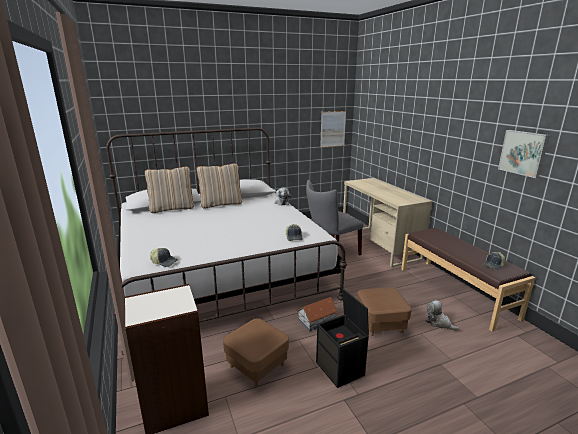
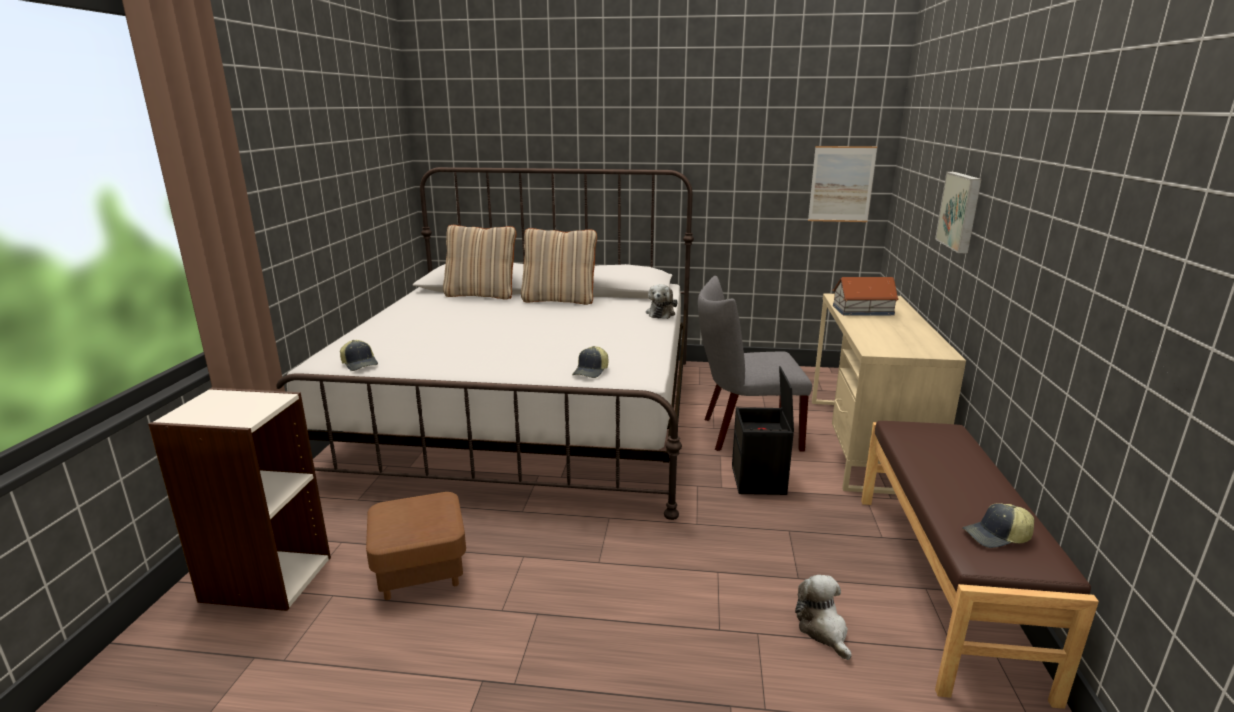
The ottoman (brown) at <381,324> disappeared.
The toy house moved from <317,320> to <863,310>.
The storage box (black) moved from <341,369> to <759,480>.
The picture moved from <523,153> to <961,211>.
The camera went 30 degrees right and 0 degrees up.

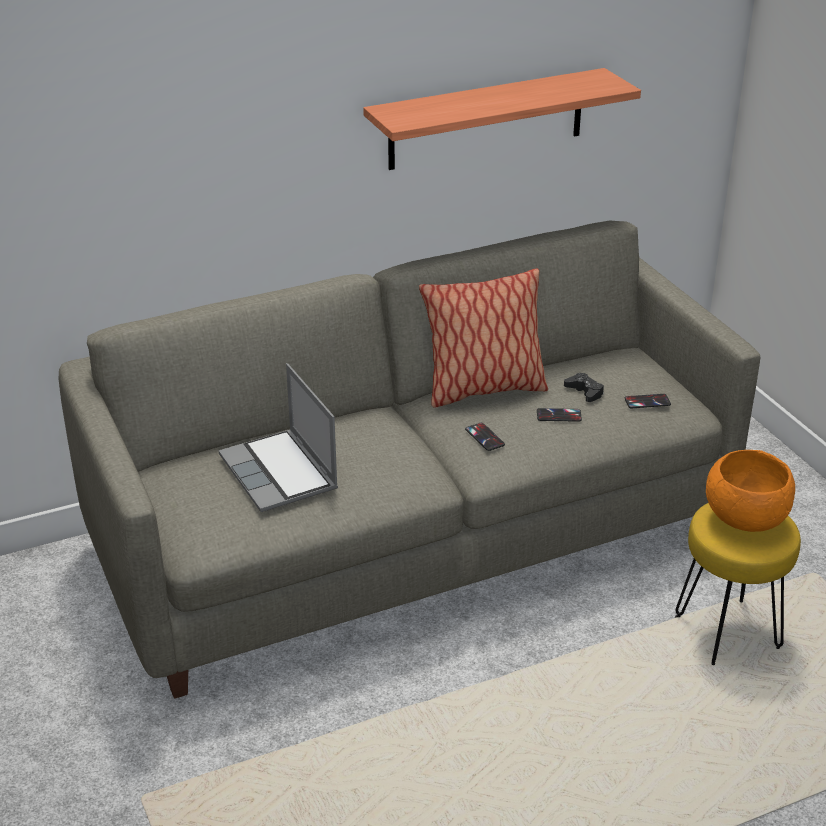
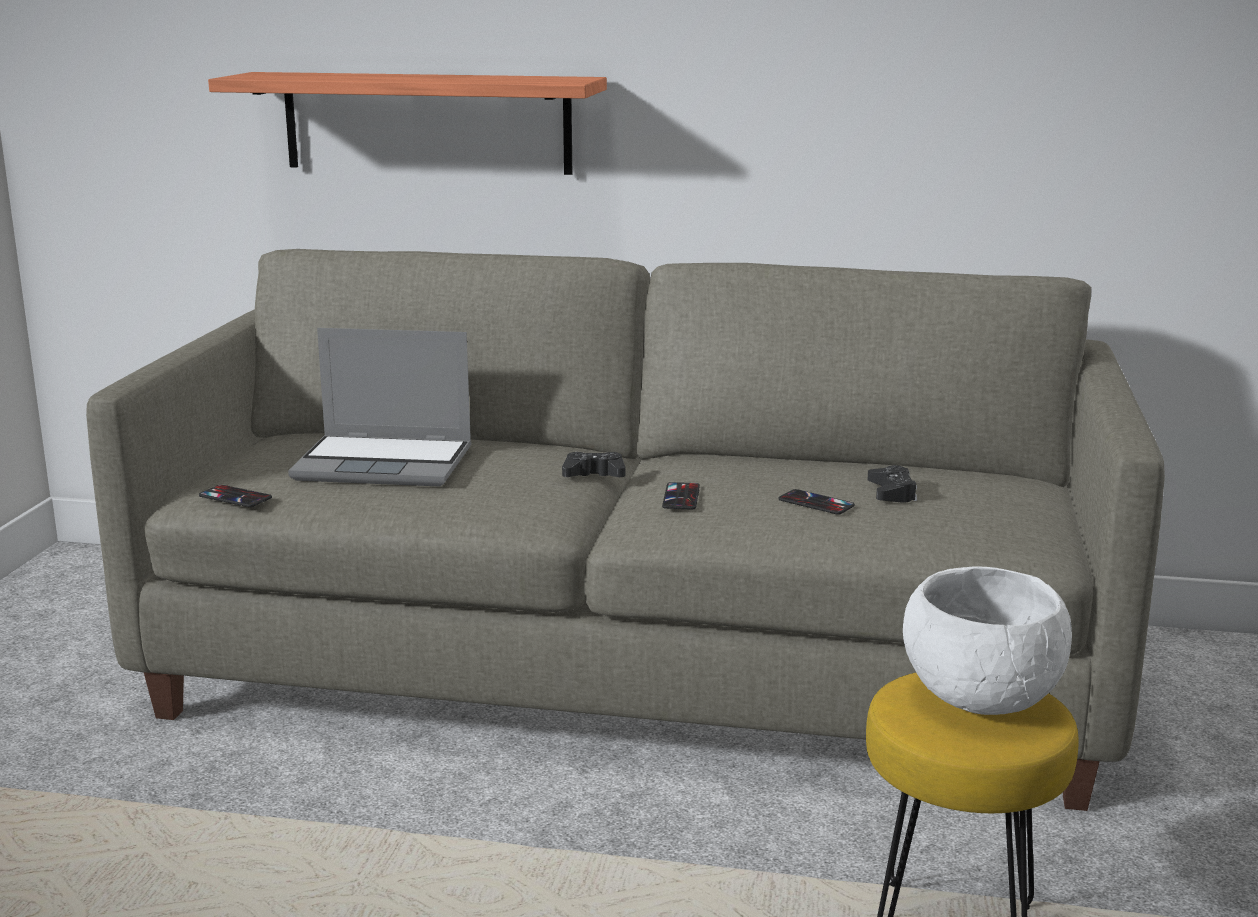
The pillow at <483,390> disappeared.
The game controller (black) at <594,474> appeared.
The shelf moved from <486,119> to <427,122>.
The phone moved from <647,401> to <235,497>.
The bowl (orange) at <744,520> became the bowl (white) at <979,700>.
The laptop at <280,473> turned 90 degrees counterclockwise.
The camera went 35 degrees right and 15 degrees down.

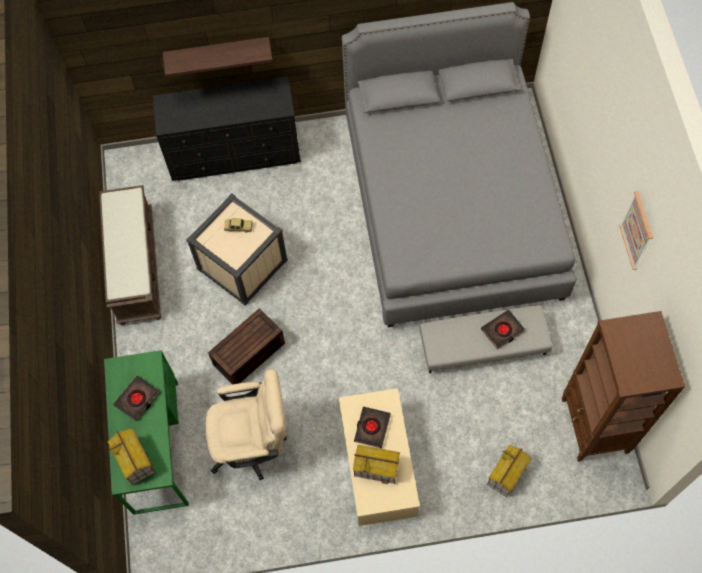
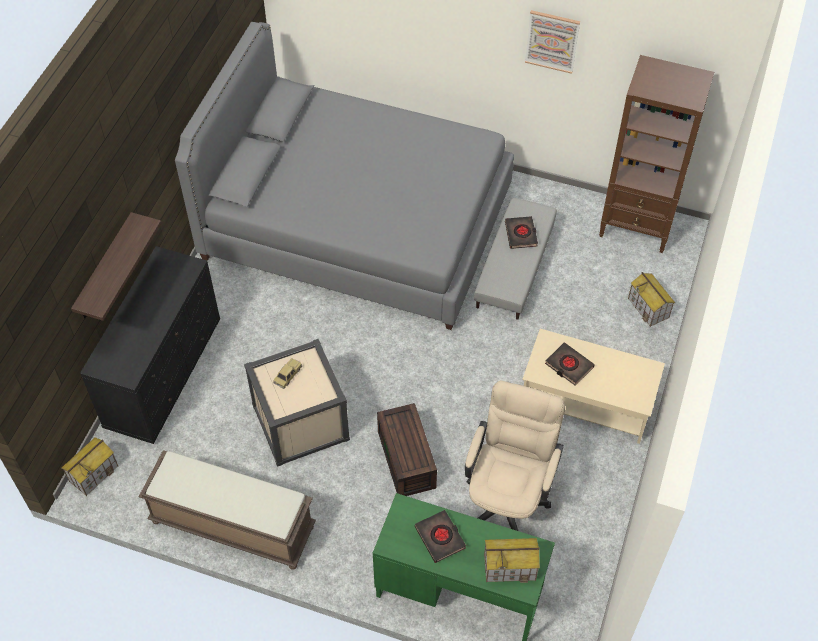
The toy house moved from <377,468> to <93,473>.
The camera went 65 degrees left and 10 degrees down.

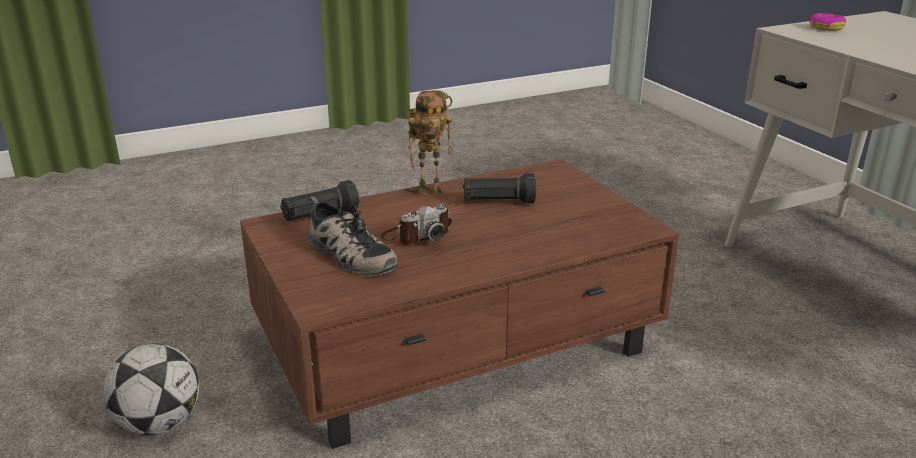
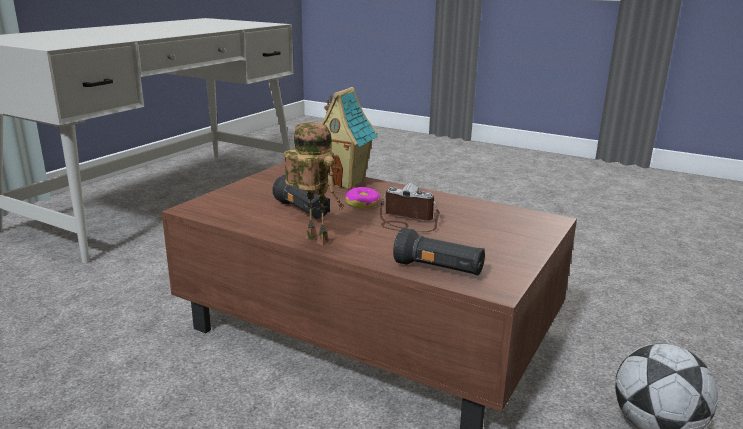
The shoe at <348,255> disappeared.
The toy house at <345,182> appeared.
The donut moved from <826,27> to <362,203>.
The camera went 125 degrees left and 5 degrees down.

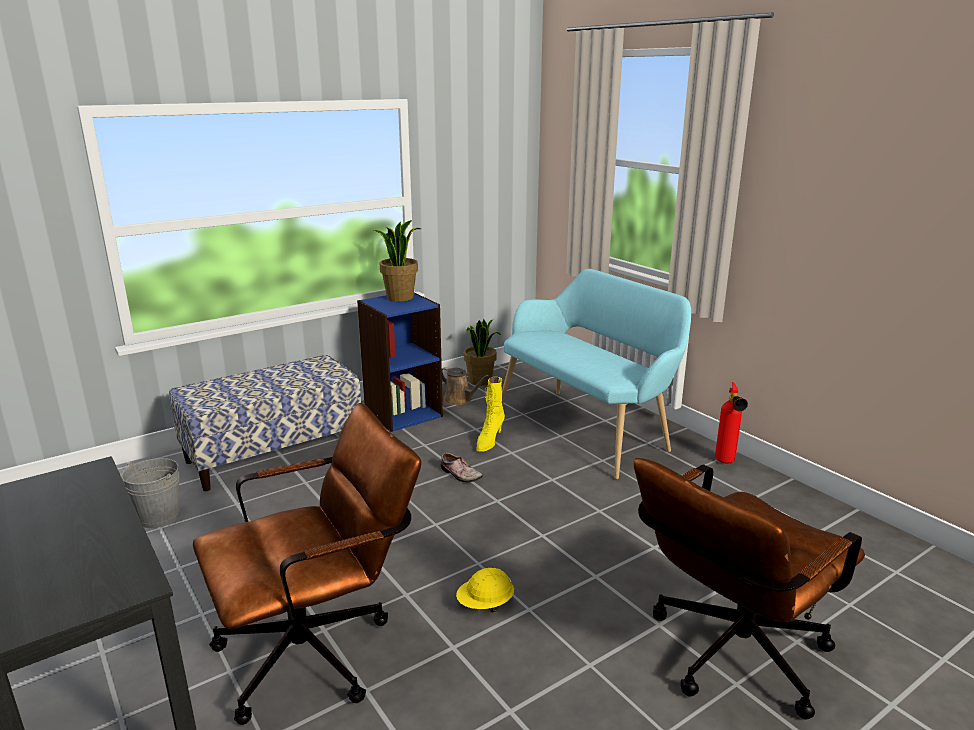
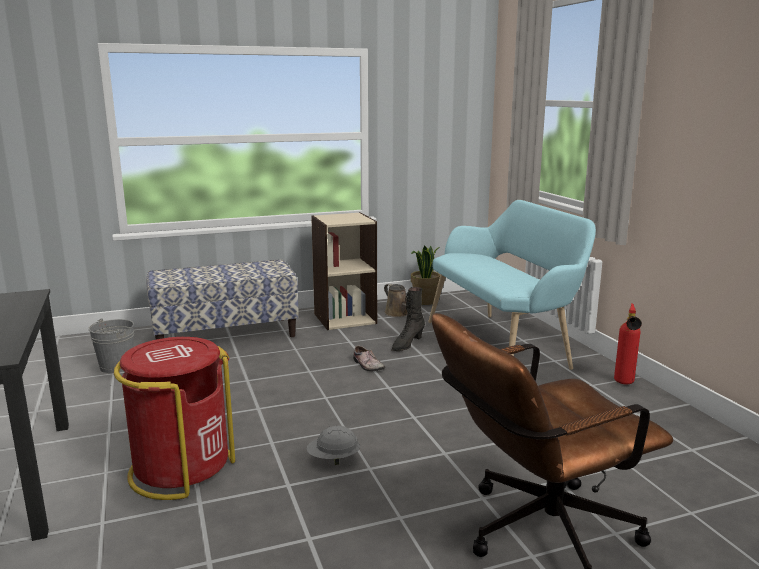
The potted plant at <400,297> disappeared.
The office chair (brown) at <319,649> was replaced by the trash can (red) at <181,469>.
The bookcase (blue) at <403,413> became the bookcase (beige) at <344,318>.
The hard hat (yellow) at <485,605> became the hard hat (grey) at <333,459>.
The boot (yellow) at <489,441> became the boot (black) at <407,344>.
The camera went 15 degrees right and 5 degrees down.

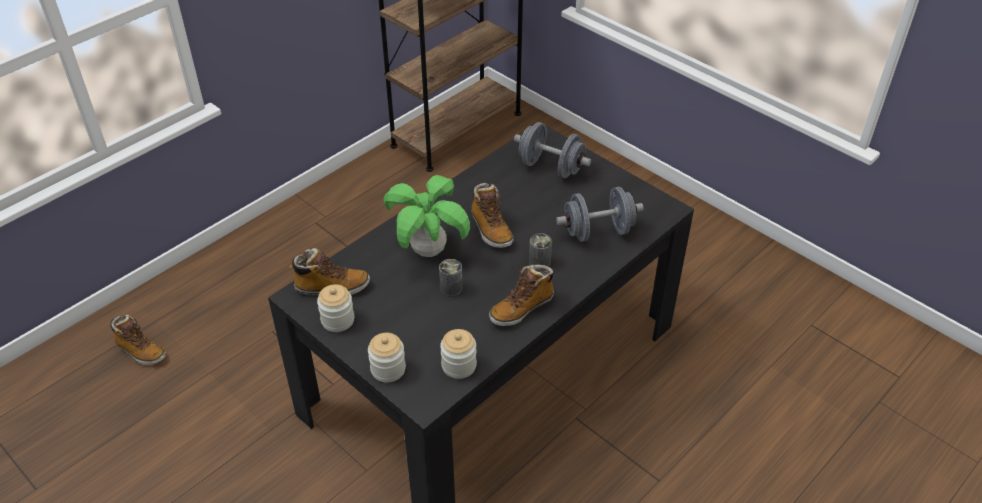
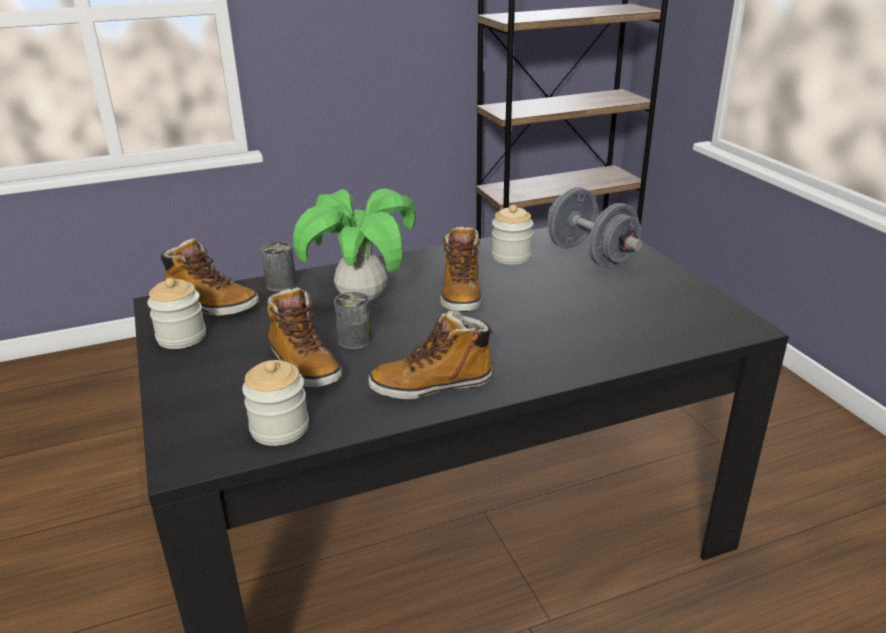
The dumbbell (grey) at <598,231> disappeared.
The boot moved from <140,351> to <303,366>.
The jar moved from <388,369> to <511,256>.
The can moved from <539,262> to <281,284>.
The camera went 25 degrees right and 15 degrees down.

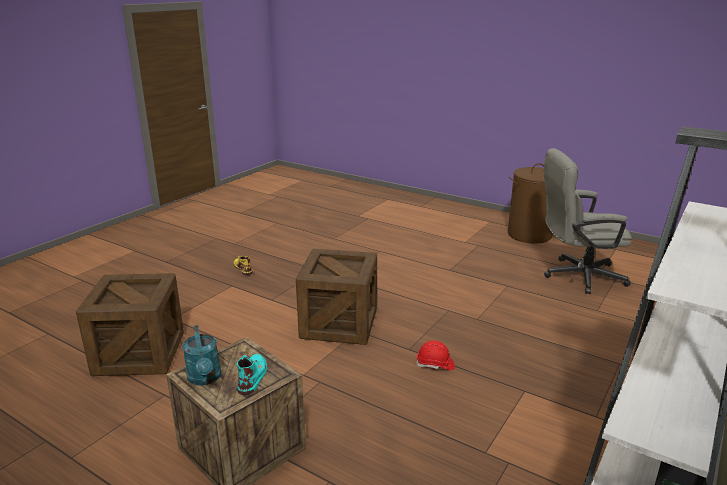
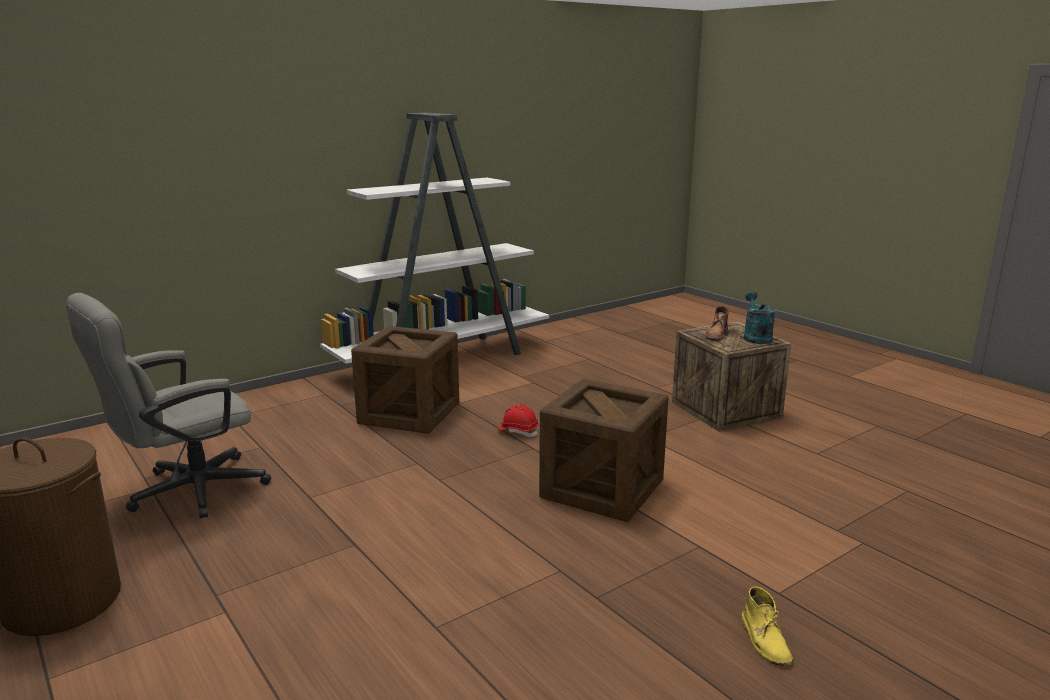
The crate moved from <139,354> to <409,413>.
The boot (turquoise) at <252,376> became the boot (brown) at <716,334>.
The office chair (grey) at <576,276> turned 120 degrees clockwise.
The camera went 160 degrees left and 5 degrees down.

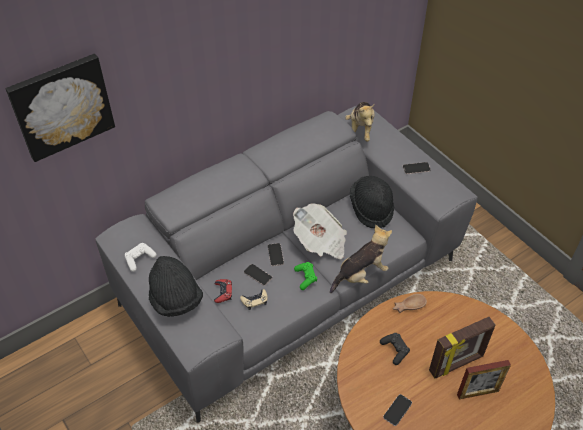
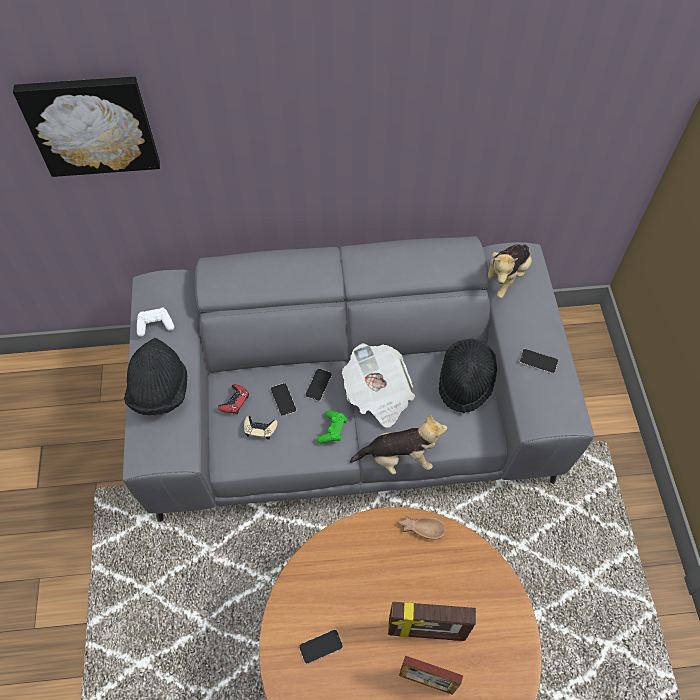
The game controller (black) at <395,350> disappeared.
The camera went 30 degrees right and 10 degrees up.

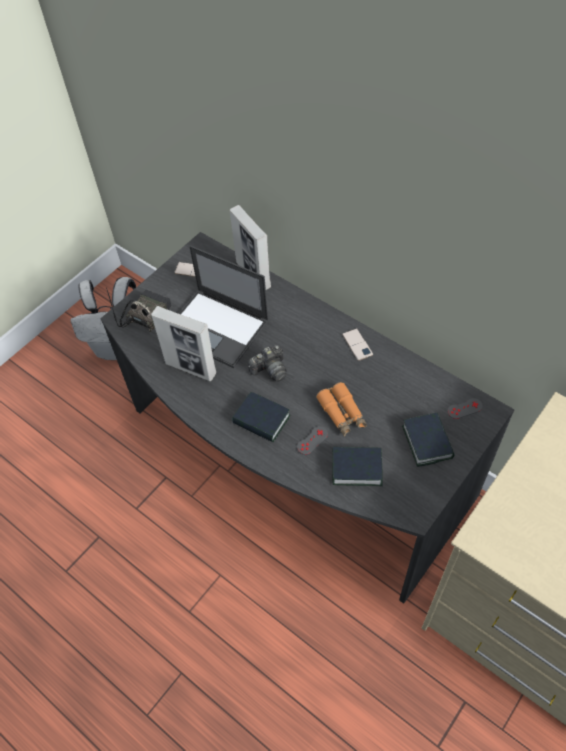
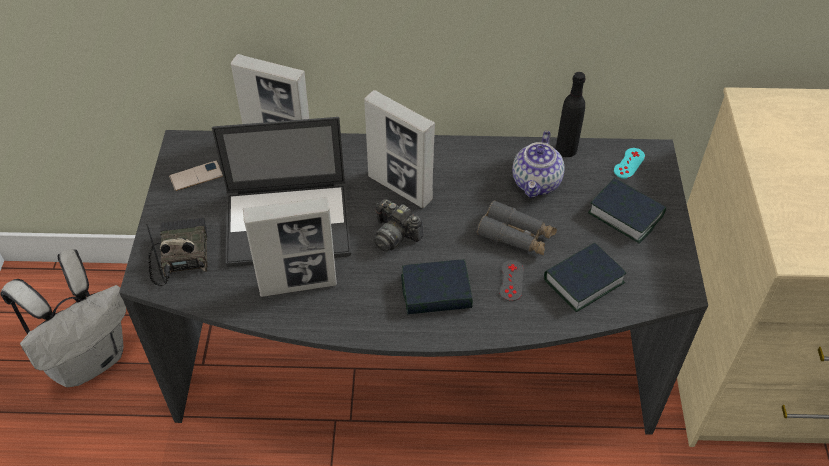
The phone at <357,344> disappeared.
The picture frame at <400,188> appeared.
The teapot at <537,183> appeared.
The bottle (black) at <566,149> appeared.
The binoculars (orange) at <342,414> became the binoculars (grey) at <516,236>.
The game controller (grey) at <464,408> became the game controller (turquoise) at <629,163>.
The photo camera at <270,370> turned 105 degrees clockwise.
The camera went 40 degrees left and 5 degrees down.

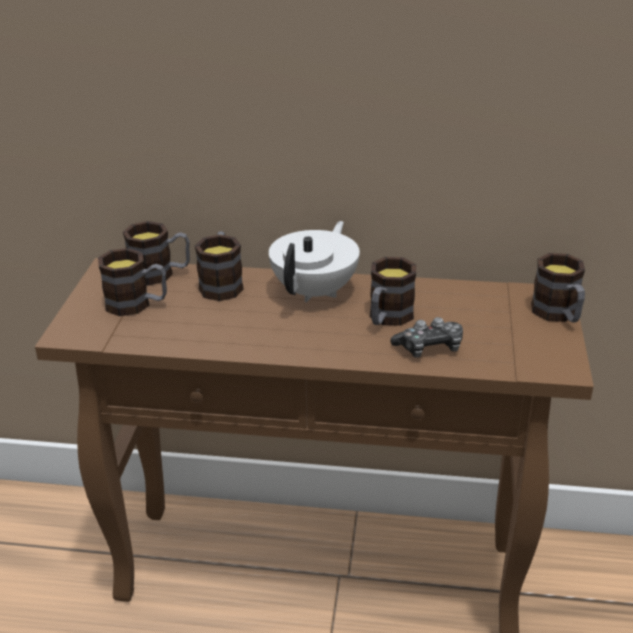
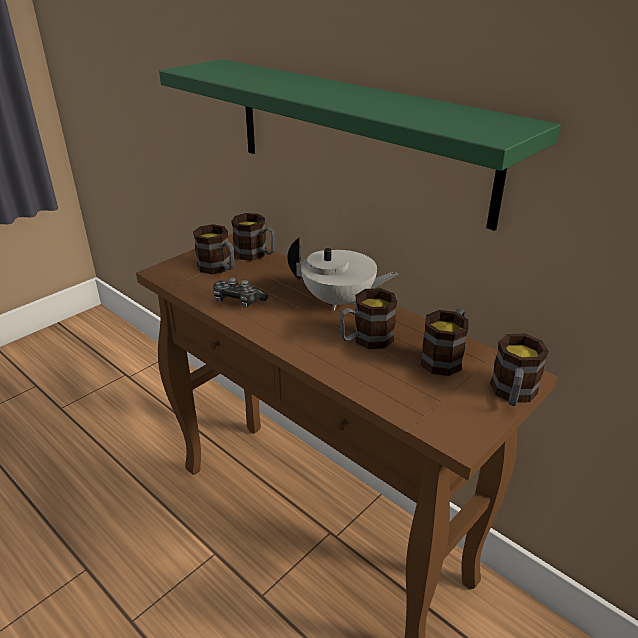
The shelf (green) at <356,137> appeared.
The mug moved from <221,284> to <445,357>.
The game controller moved from <429,348> to <238,301>.
The teapot (white) at <316,291> turned 45 degrees clockwise.
The camera went 35 degrees right and 0 degrees up.

